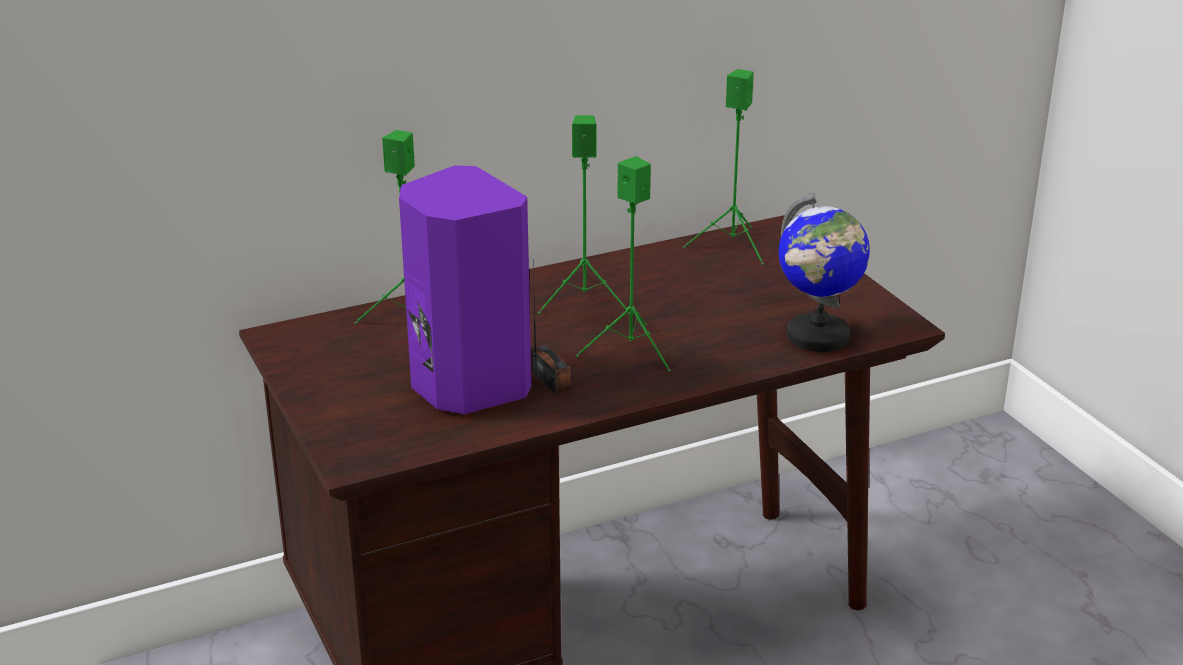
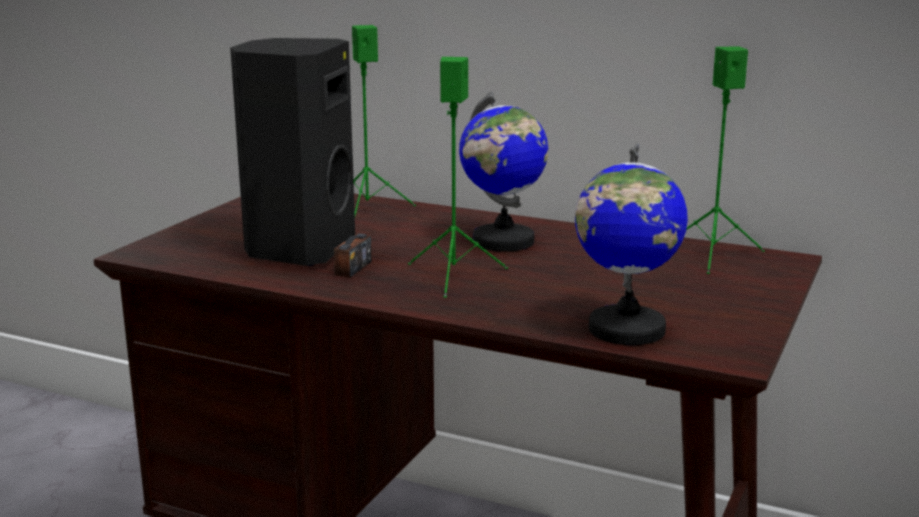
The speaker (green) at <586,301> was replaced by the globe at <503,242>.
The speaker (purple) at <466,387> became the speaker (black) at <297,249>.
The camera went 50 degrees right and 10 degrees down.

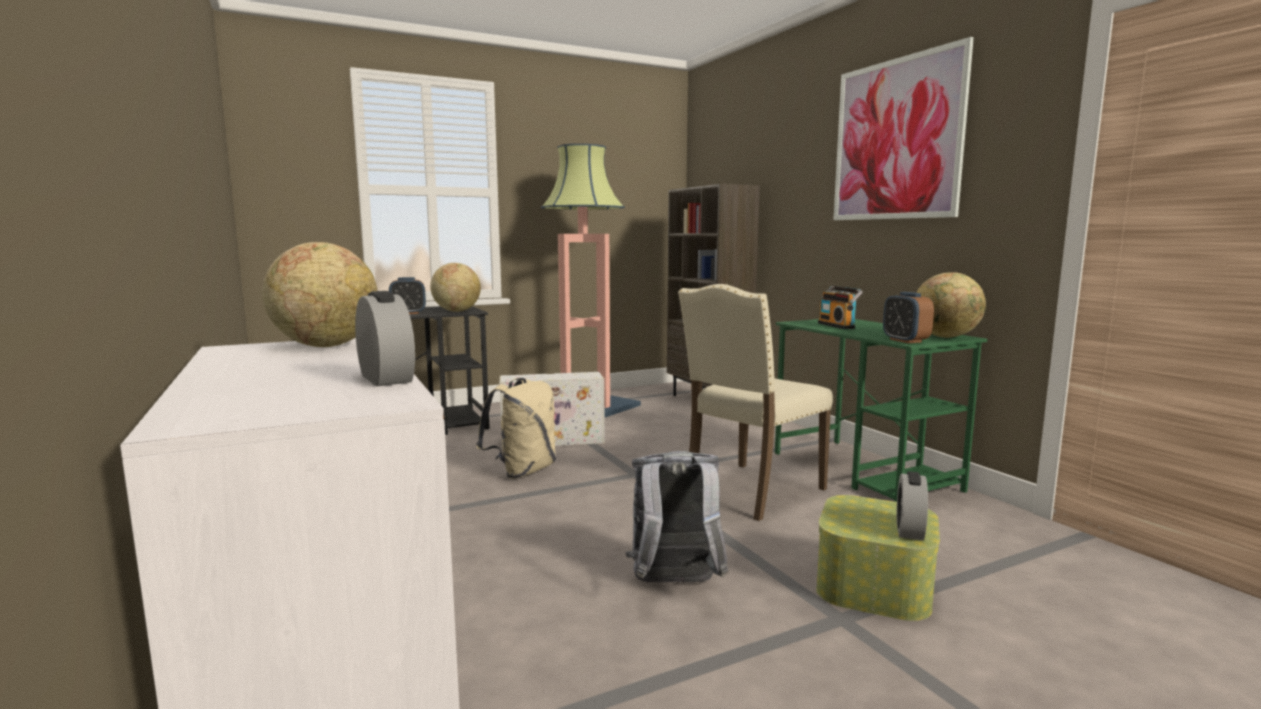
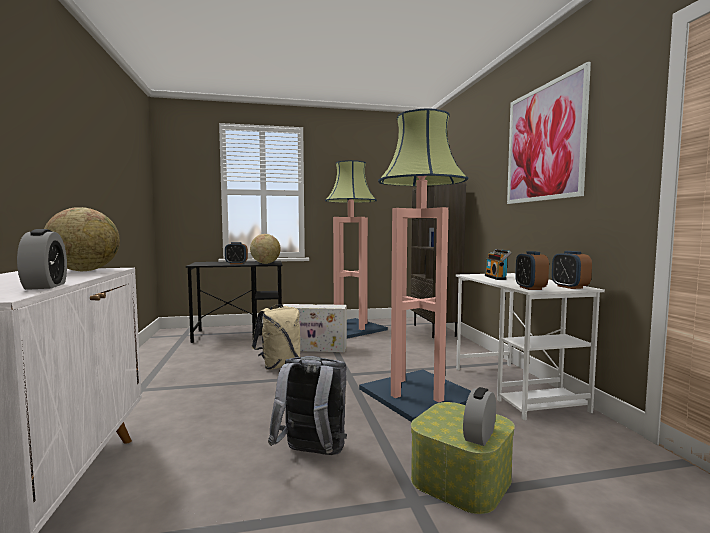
The chair (beige) at <750,492> was replaced by the floor lamp at <418,394>.
The globe at <946,337> was replaced by the alarm clock at <569,287>.
The desk (green) at <864,471> became the desk (white) at <516,388>.
The camera went 15 degrees right and 5 degrees down.

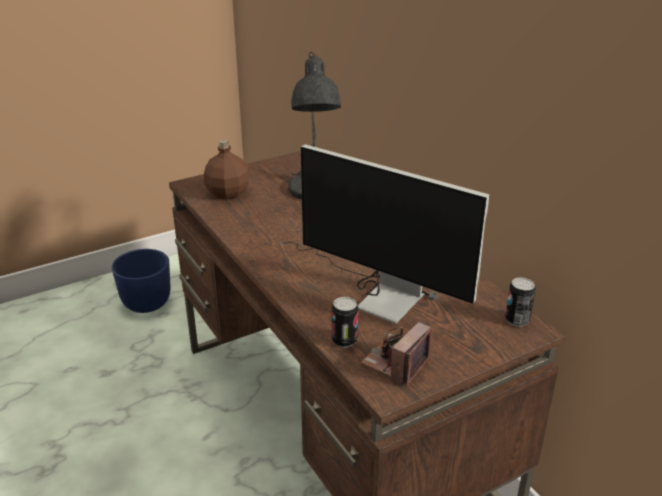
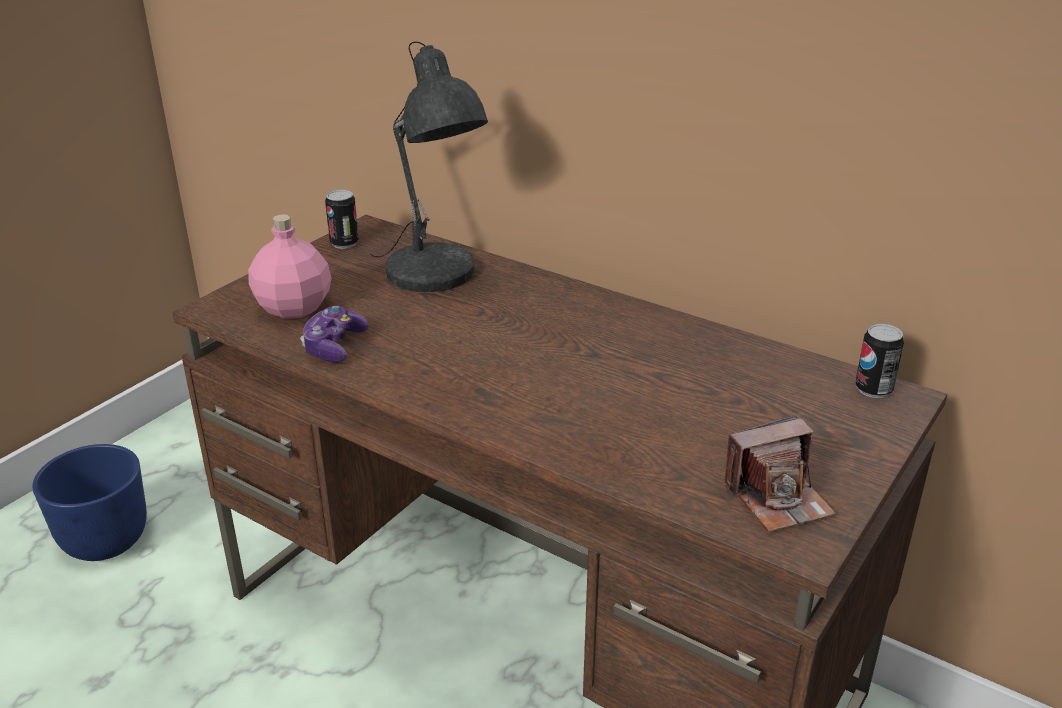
The monitor at <375,293> disappeared.
The game controller at <334,346> appeared.
The can moved from <344,341> to <344,243>.
The bottle (brown) at <227,193> became the bottle (pink) at <293,307>.
The photo camera at <396,363> turned 120 degrees counterclockwise.
The camera went 25 degrees left and 0 degrees up.

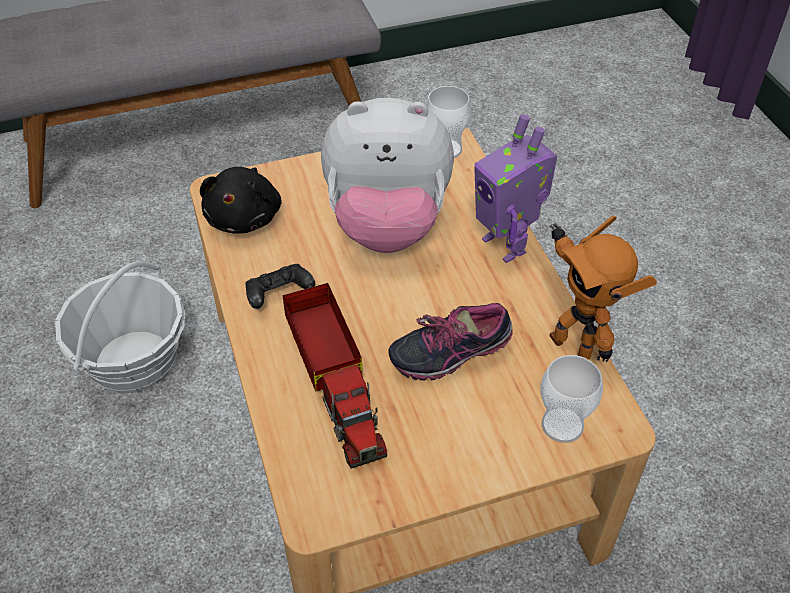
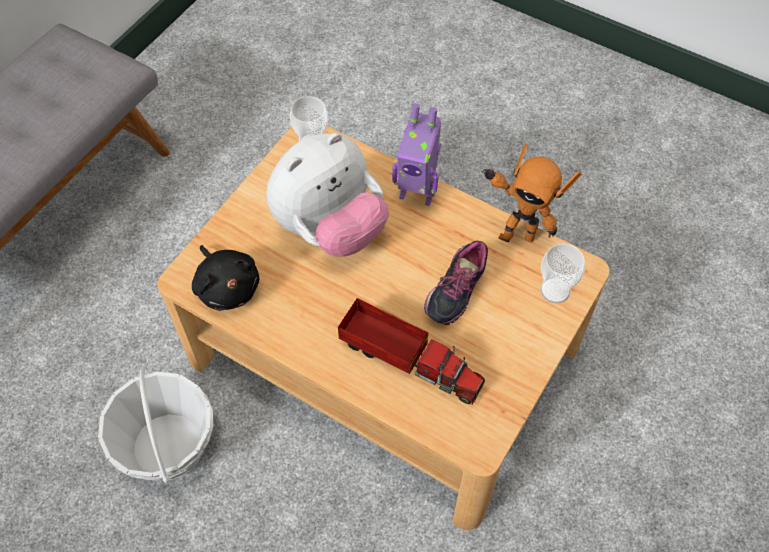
The game controller (black) at <279,296> disappeared.
The camera went 40 degrees left and 10 degrees up.

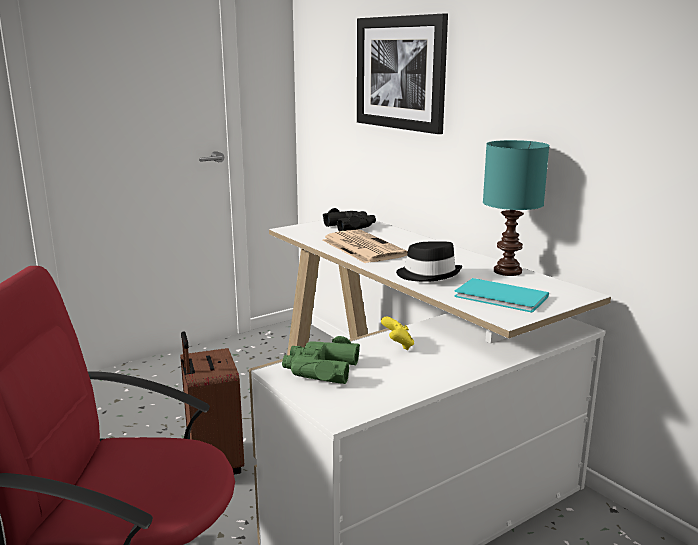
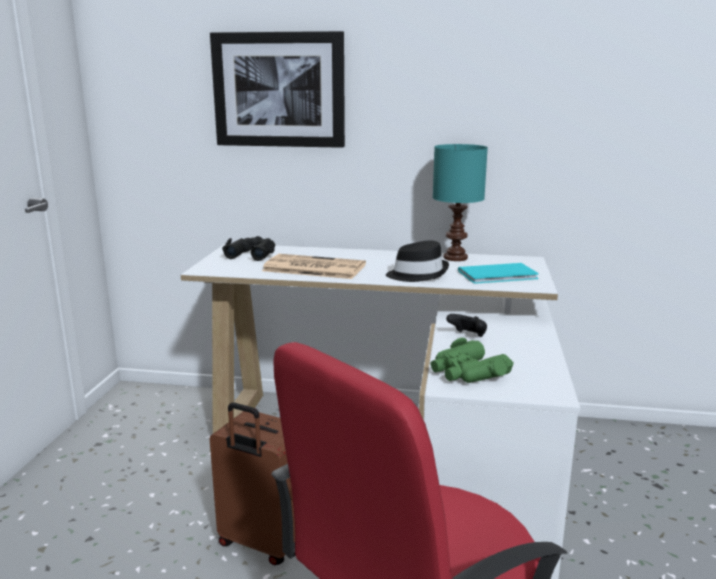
The game controller (yellow) at <398,345> became the game controller (black) at <467,336>.
The camera went 45 degrees left and 0 degrees up.

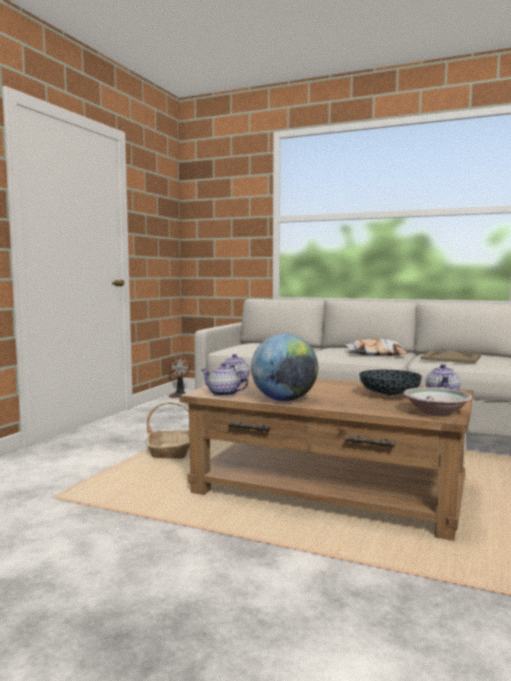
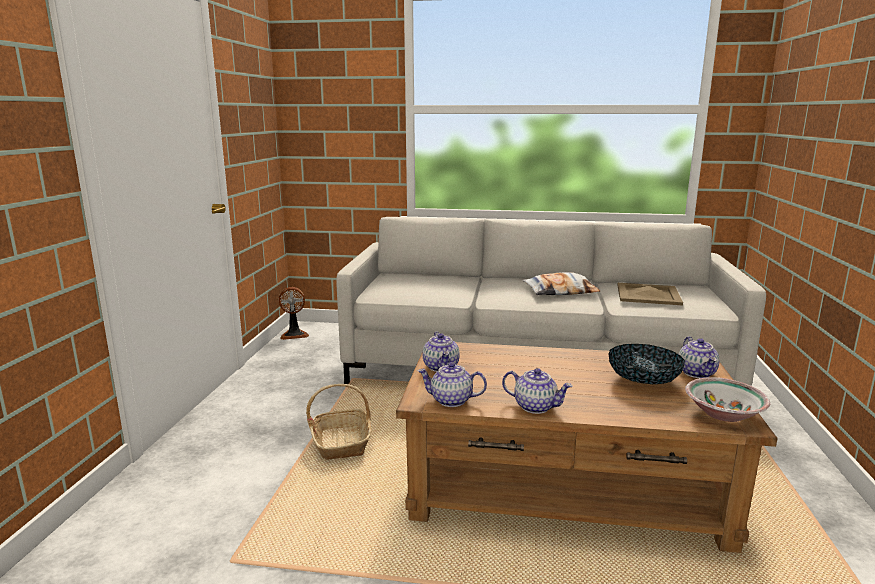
The globe at <284,400> was replaced by the teapot at <536,406>.
The camera went 15 degrees left and 10 degrees up.

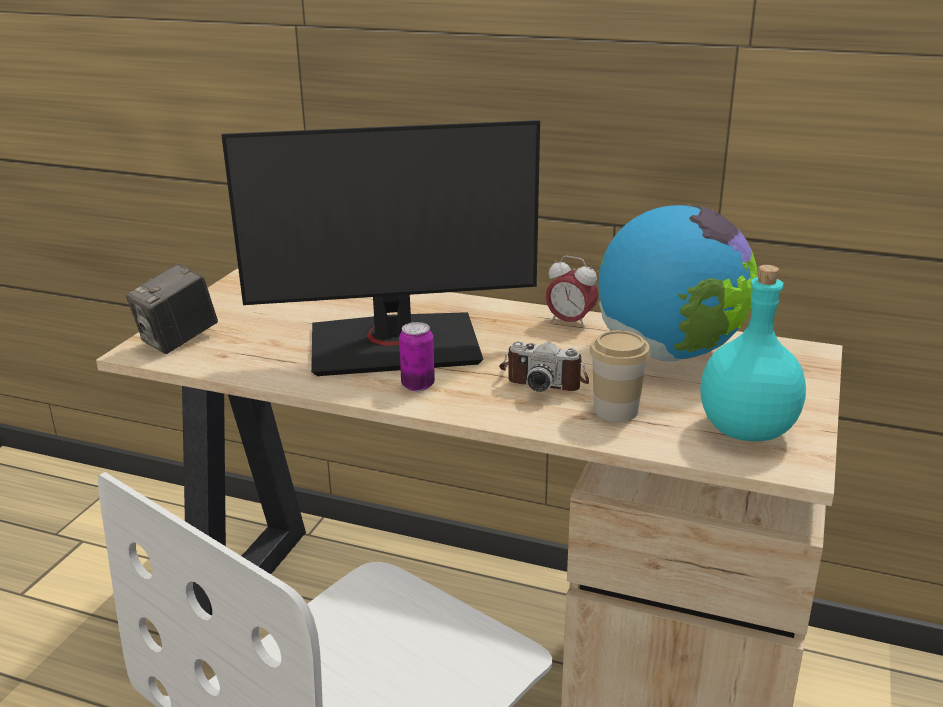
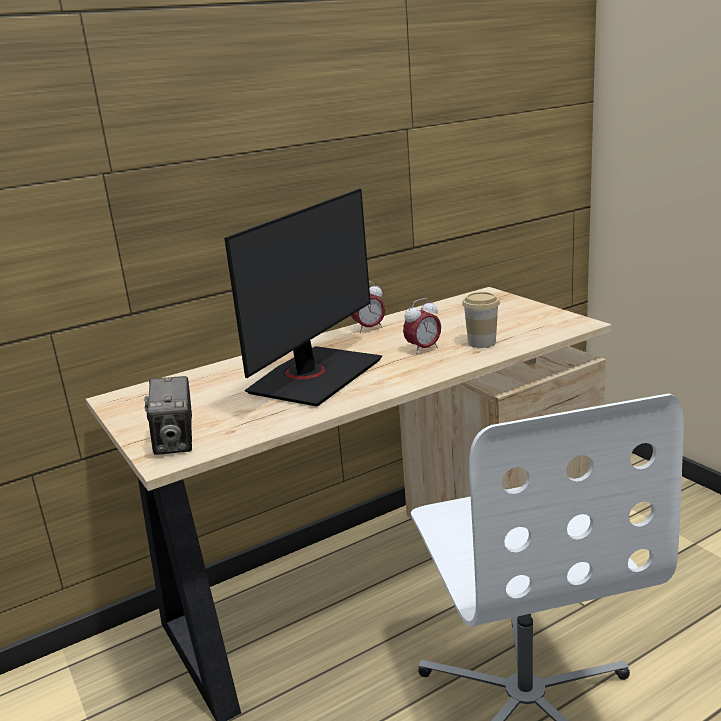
The can at <418,385> disappeared.
The globe at <670,353> disappeared.
The bottle (turquoise) at <747,429> disappeared.
The photo camera at <545,379> was replaced by the alarm clock at <423,349>.
The camera went 50 degrees left and 5 degrees down.

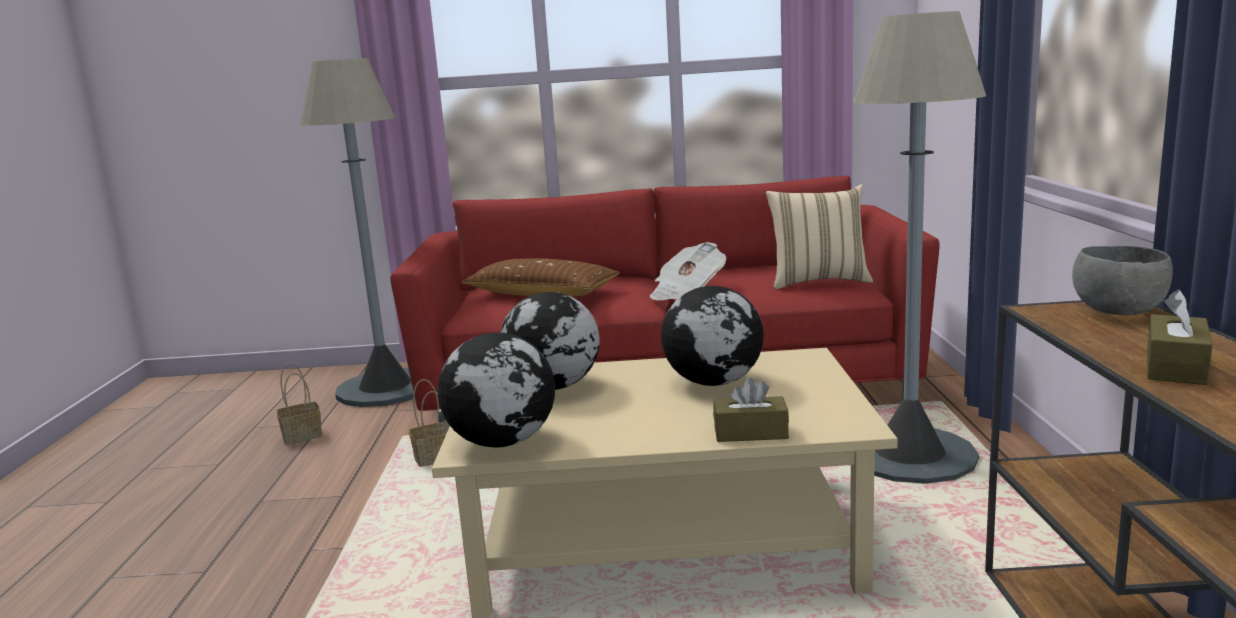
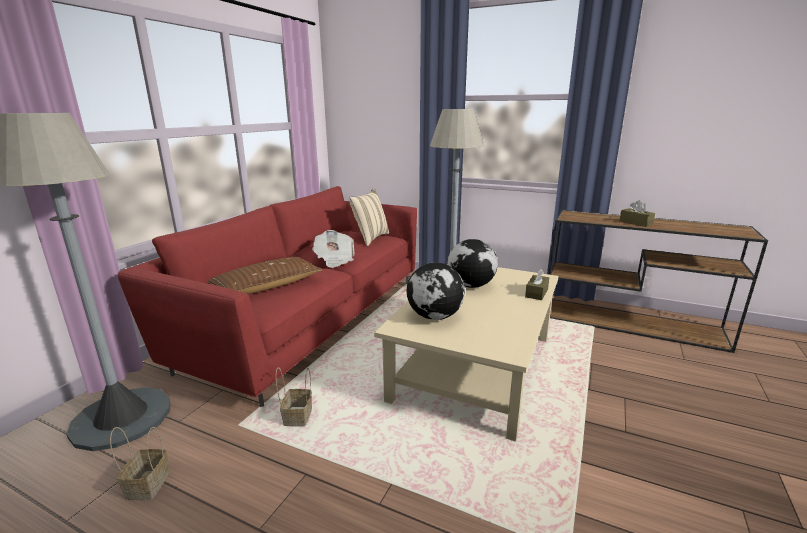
The globe at <503,442> disappeared.
The bowl (grey) at <1118,312> disappeared.
The camera went 65 degrees left and 5 degrees up.

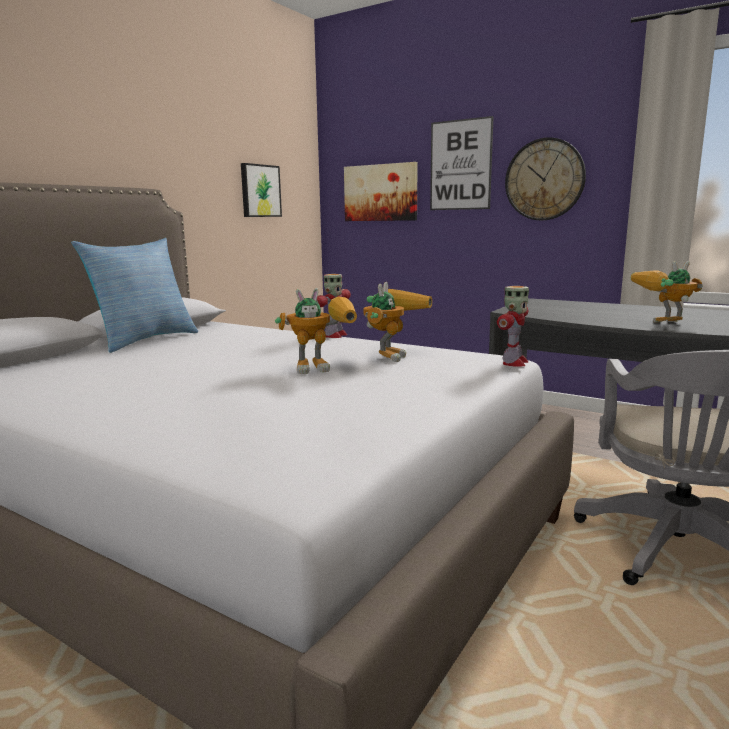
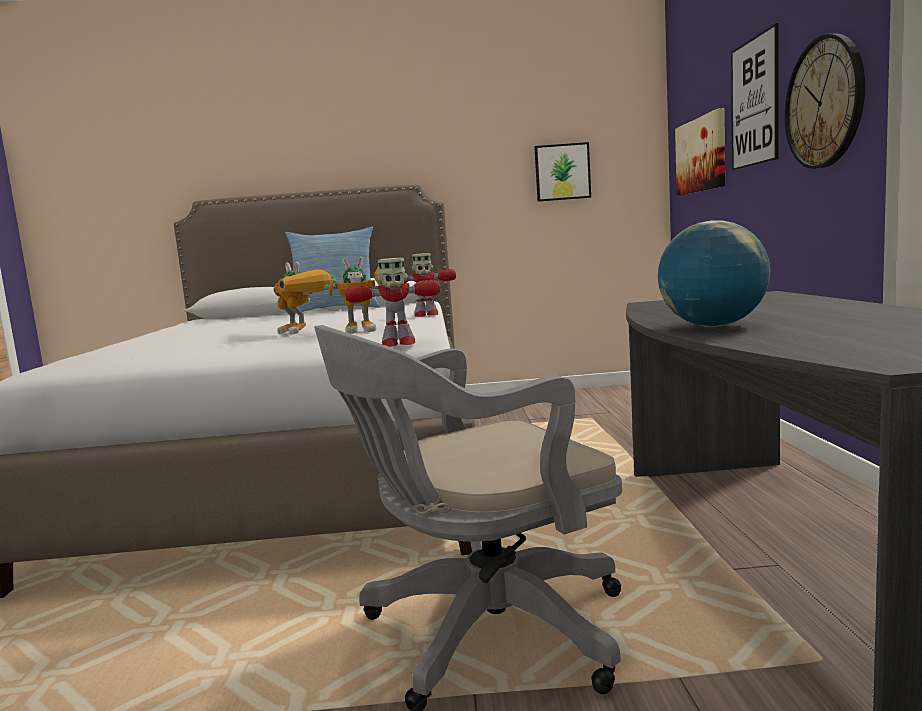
The toy robot at <661,325> was replaced by the globe at <713,326>.
The camera went 55 degrees right and 5 degrees down.

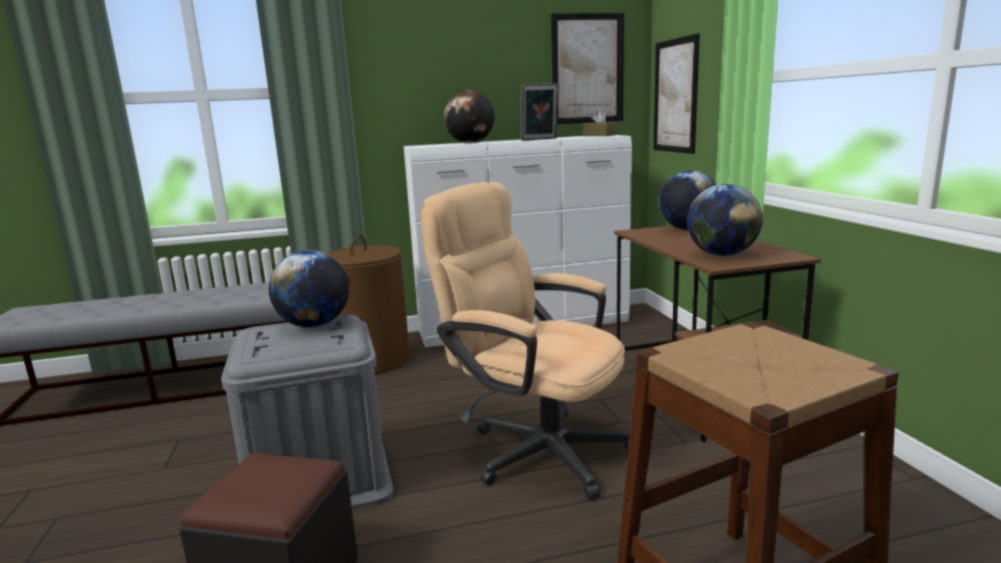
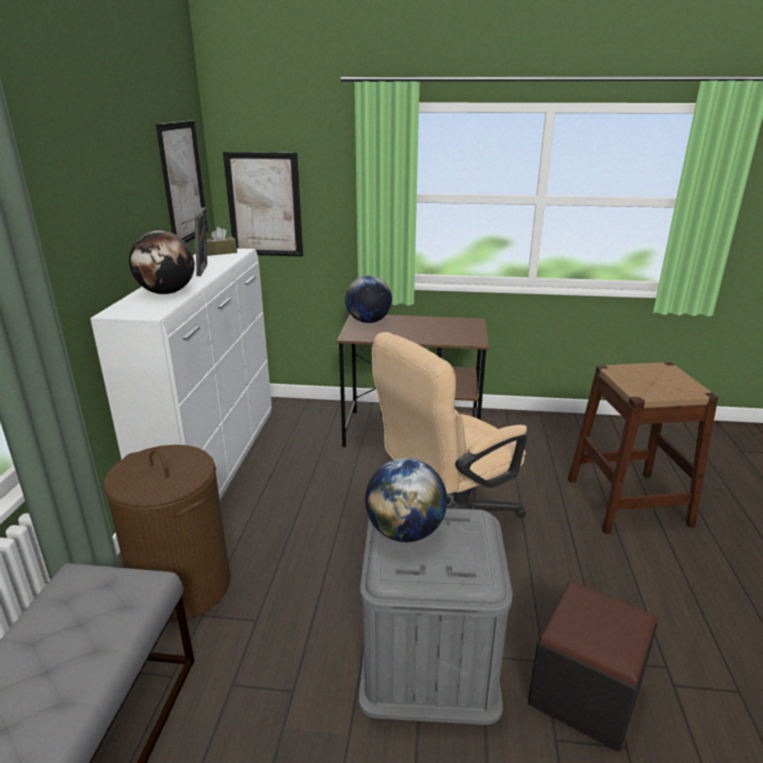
The globe at <721,255> disappeared.
The camera went 70 degrees left and 10 degrees up.

